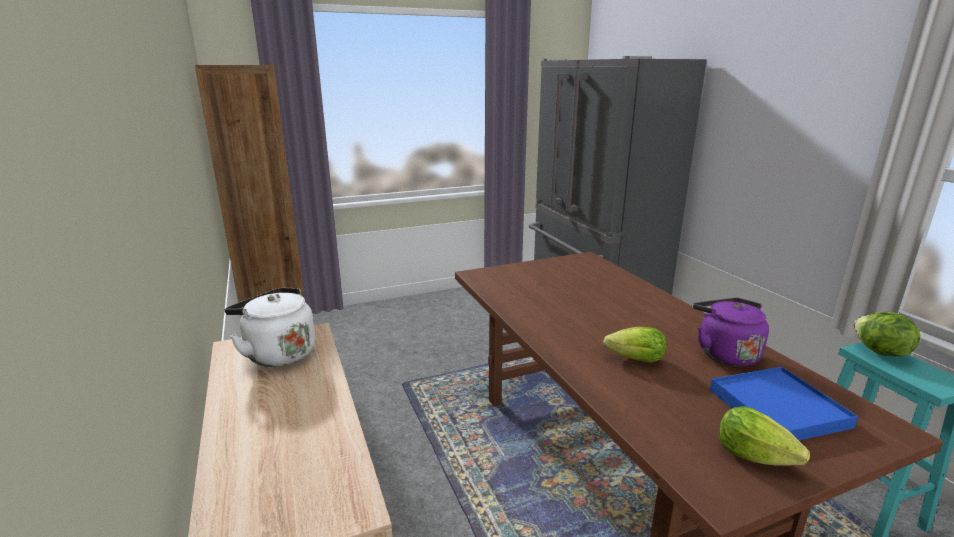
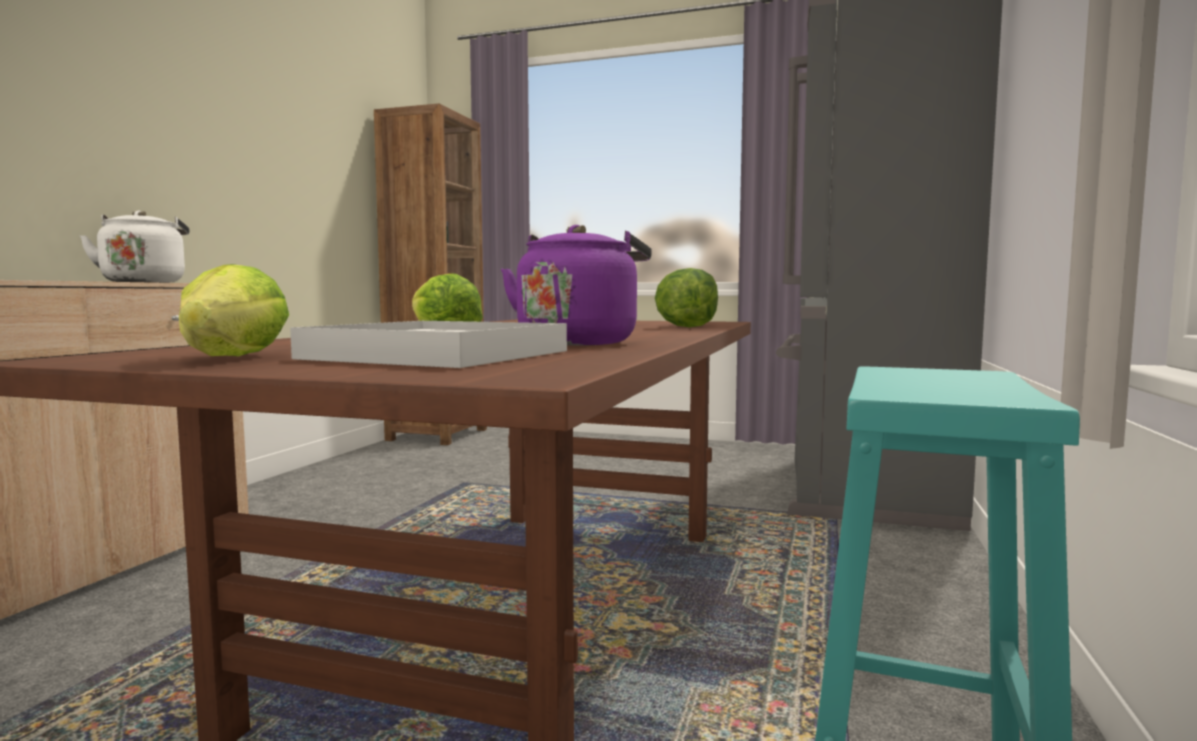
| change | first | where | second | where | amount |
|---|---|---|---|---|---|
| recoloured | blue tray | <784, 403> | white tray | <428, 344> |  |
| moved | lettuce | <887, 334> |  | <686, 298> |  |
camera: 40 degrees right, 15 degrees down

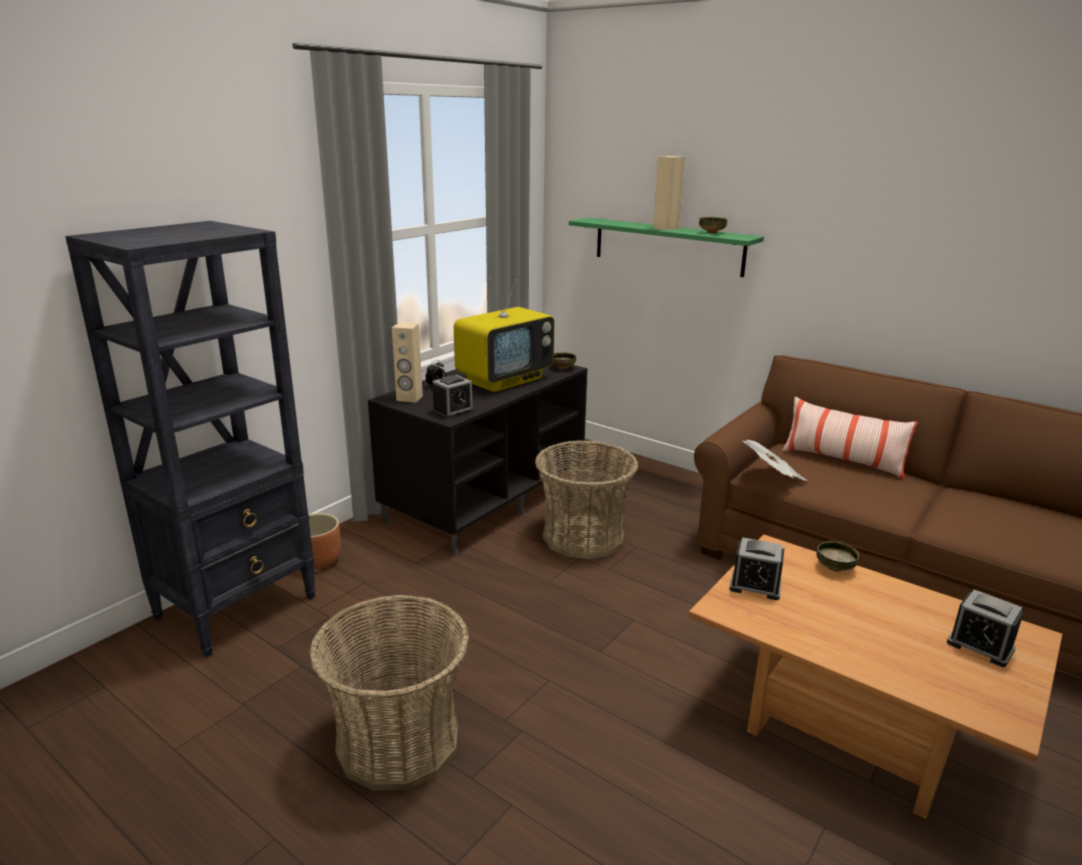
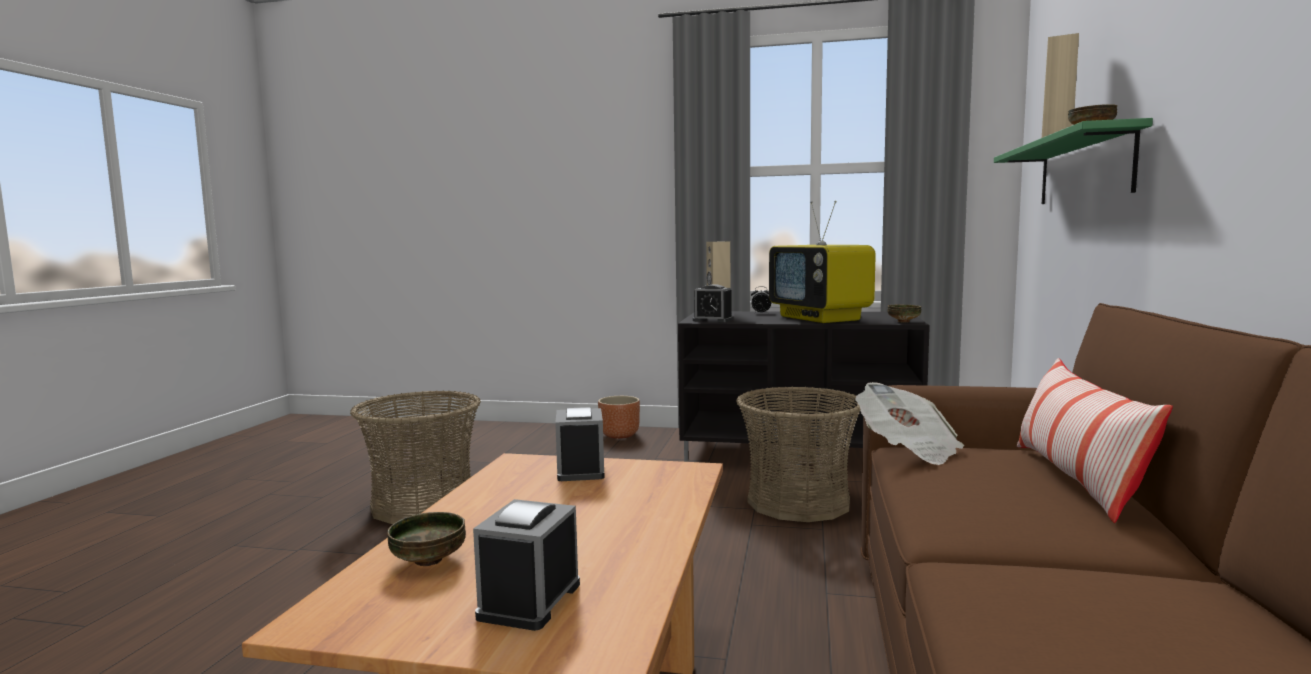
| change | first | where | second | where | amount |
|---|---|---|---|---|---|
| moved | bowl | <837, 556> |  | <426, 539> |  |
| turned | television | <504, 333> |  | <822, 262> | 45 degrees clockwise |
| removed | black bookcase | <190, 439> |  |  |  |
camera: 65 degrees right, 15 degrees down

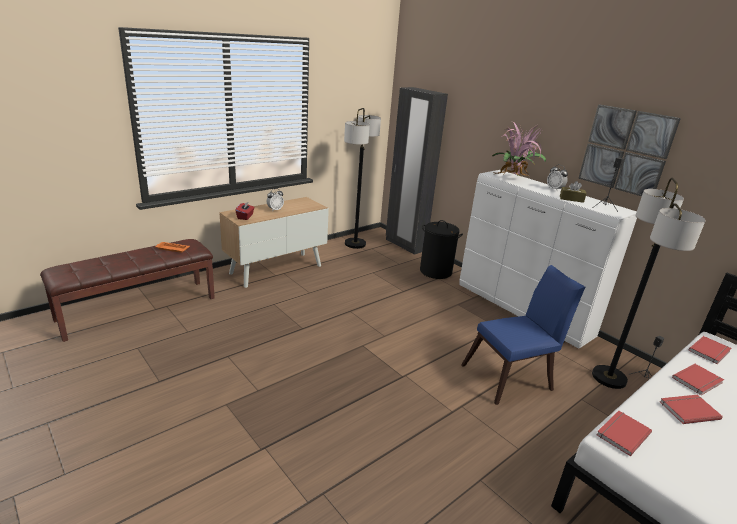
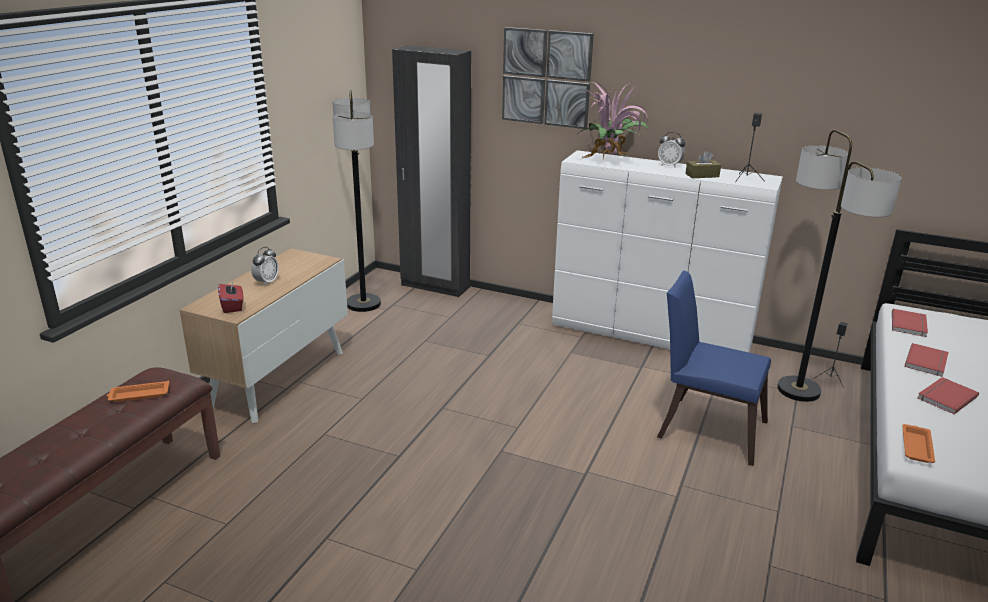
| change | first | where | second | where | amount |
|---|---|---|---|---|---|
| moved | picture | <629, 150> |  | <548, 78> |  |
| turned | blue chair | <523, 335> |  | <714, 368> | 105 degrees counterclockwise |
| replaced | red book | <624, 433> | orange tray | <918, 443> |  |
| removed | black laundry basket | <441, 249> |  |  |  |
camera: 25 degrees left, 0 degrees up

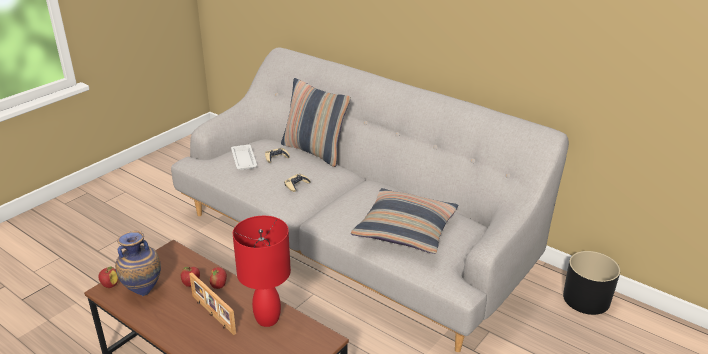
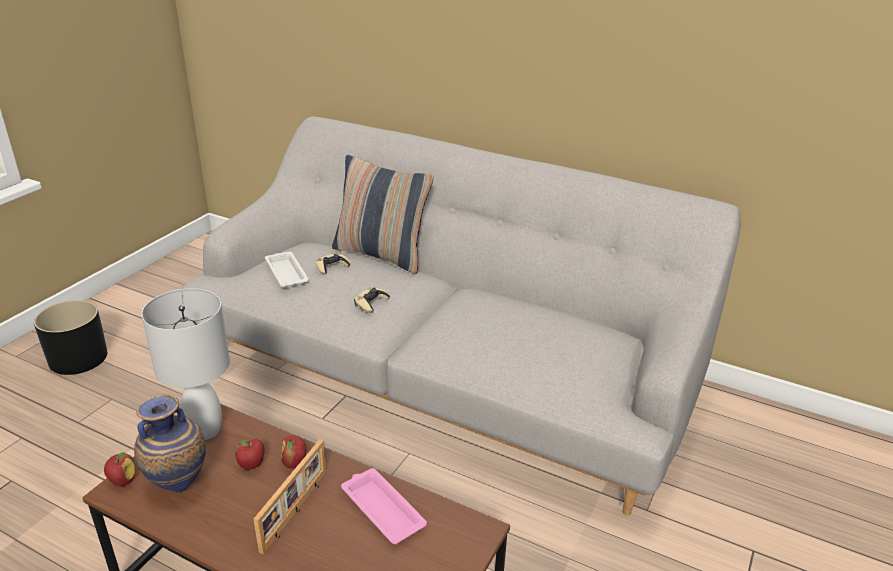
| change | first | where | second | where | amount |
|---|---|---|---|---|---|
| moved | black planter | <591, 283> |  | <70, 337> |  |
| added |  |  | white table lamp | <186, 364> |  |
| turned | picture frame | <212, 304> |  | <290, 496> | 105 degrees counterclockwise |
| replaced | red table lamp | <262, 271> | pink tray | <384, 506> |  |
| removed | pillow | <404, 221> |  |  |  |
camera: 10 degrees left, 0 degrees up

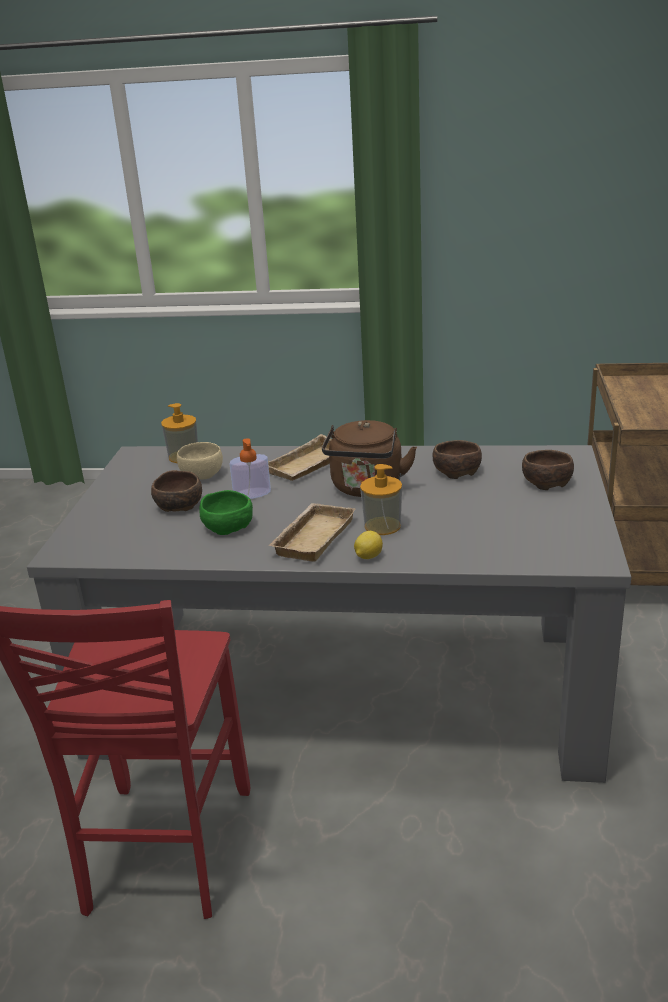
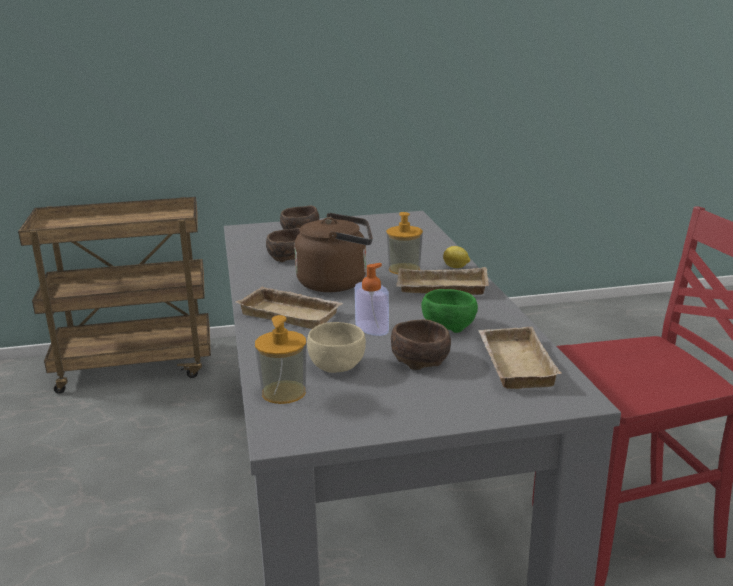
| change | first | where | second | where | amount |
|---|---|---|---|---|---|
| added |  |  | beige tray | <520, 358> |  |
camera: 110 degrees left, 5 degrees down

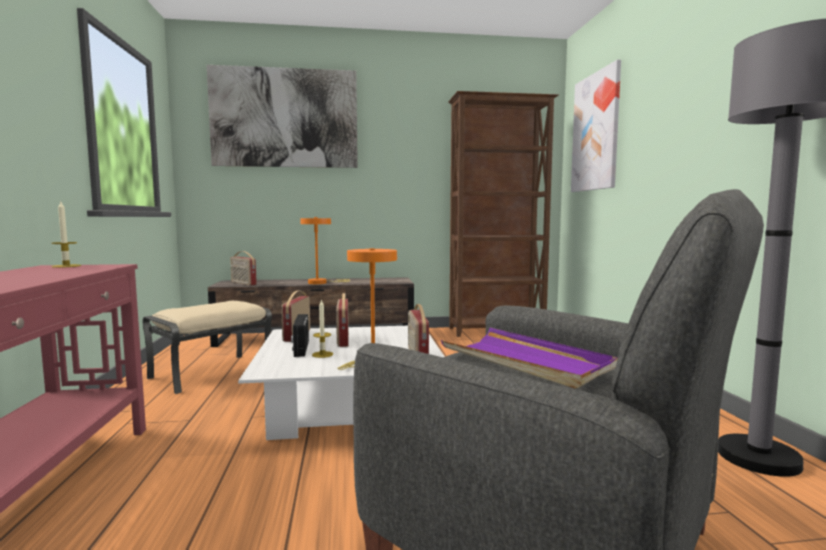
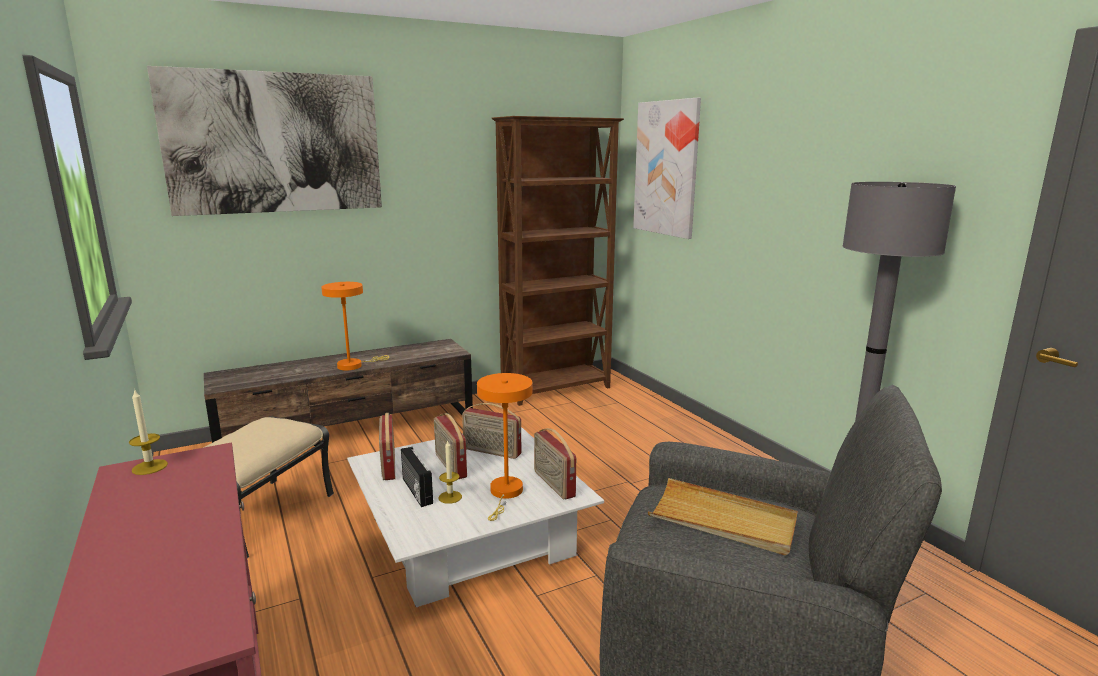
| change | first | where | second | where | amount |
|---|---|---|---|---|---|
| moved | radio | <243, 268> |  | <491, 431> |  |
| recoloured | purple tray | <529, 358> | beige tray | <723, 516> |  |
camera: 20 degrees left, 10 degrees up

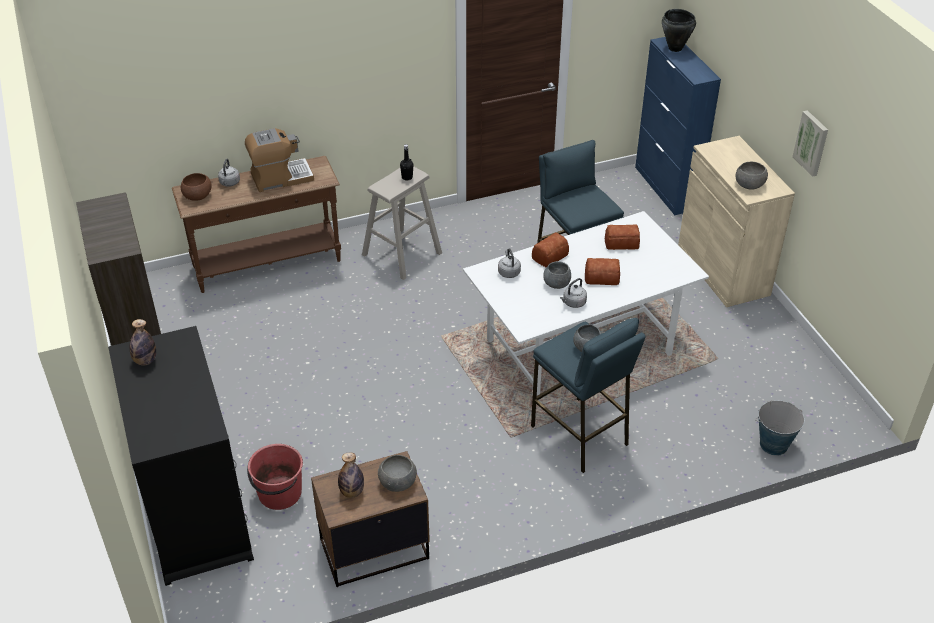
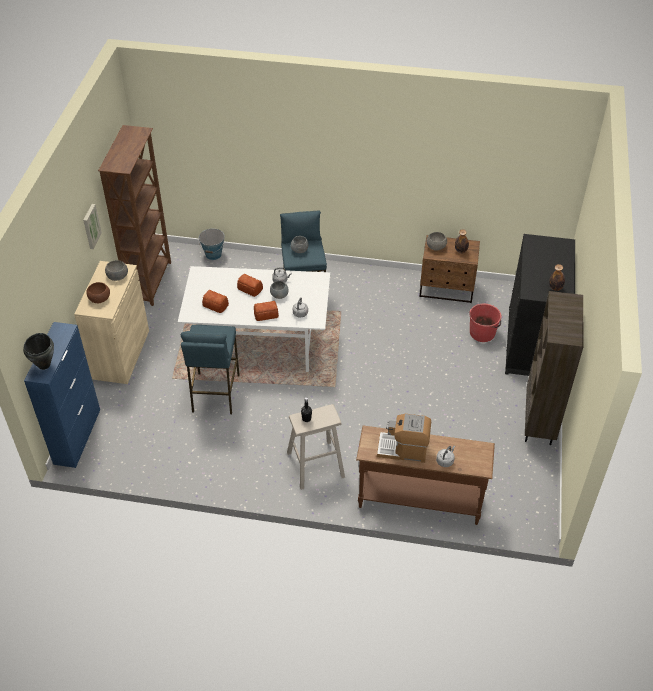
| change | first | where | second | where | amount |
|---|---|---|---|---|---|
| moved | brown bowl | <196, 187> |  | <98, 292> |  |
| added |  |  | brown bookcase | <134, 215> |  |
camera: 150 degrees left, 5 degrees up

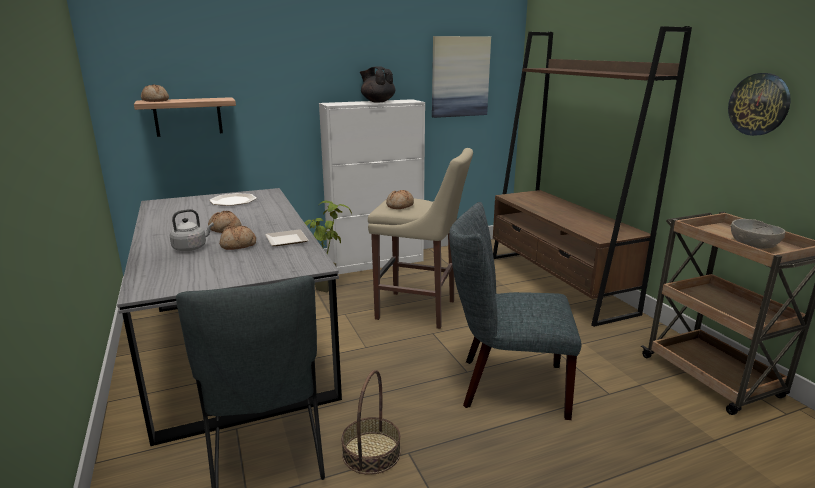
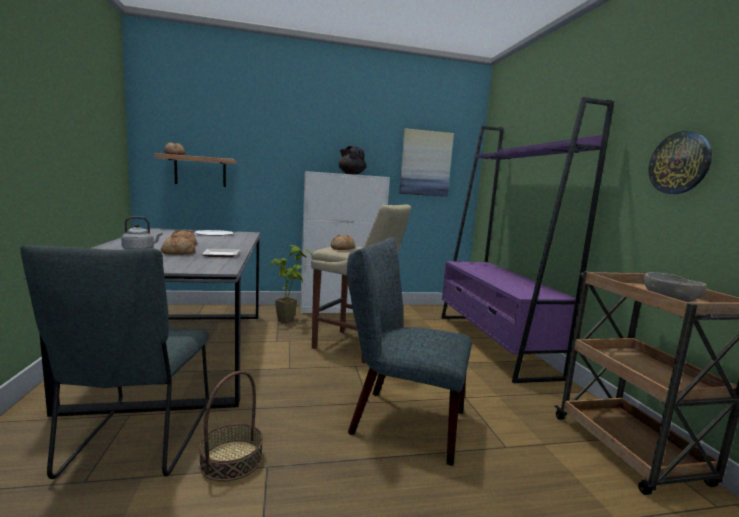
| change | first | where | second | where | amount |
|---|---|---|---|---|---|
| recoloured | brown bookcase | <592, 176> | purple bookcase | <527, 240> |  |
camera: 10 degrees right, 10 degrees down

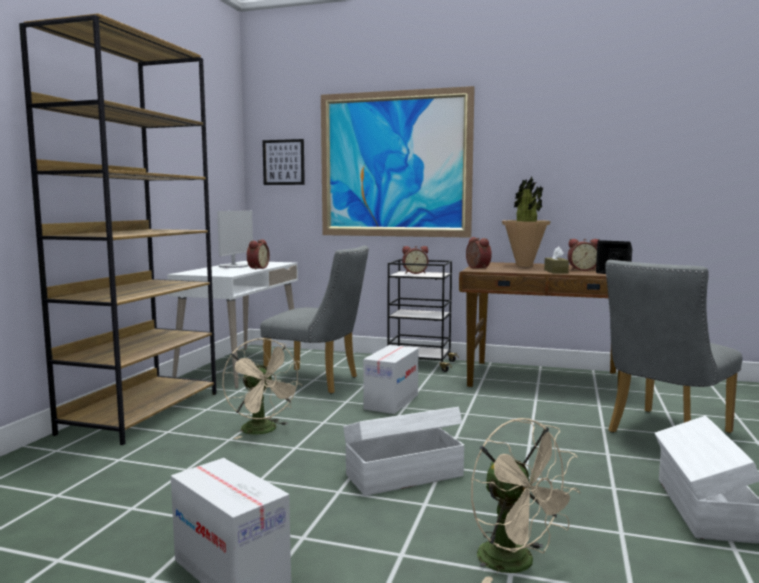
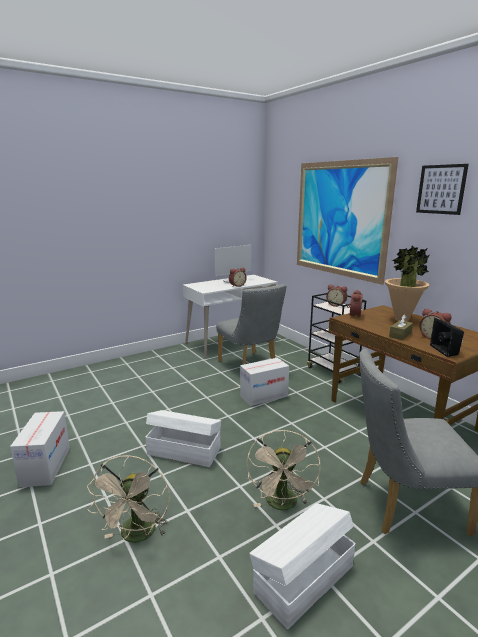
| change | first | where | second | where | amount |
|---|---|---|---|---|---|
| moved | beige fan | <262, 388> |  | <283, 470> |  |
| moved | picture | <283, 162> |  | <442, 189> |  |
| removed | brown bookcase | <118, 229> |  |  |  |
camera: 40 degrees right, 10 degrees up

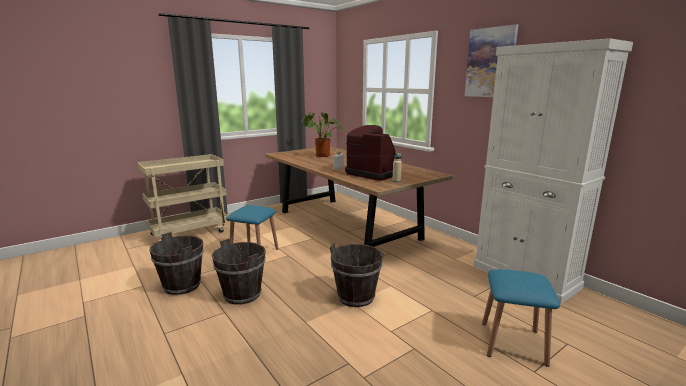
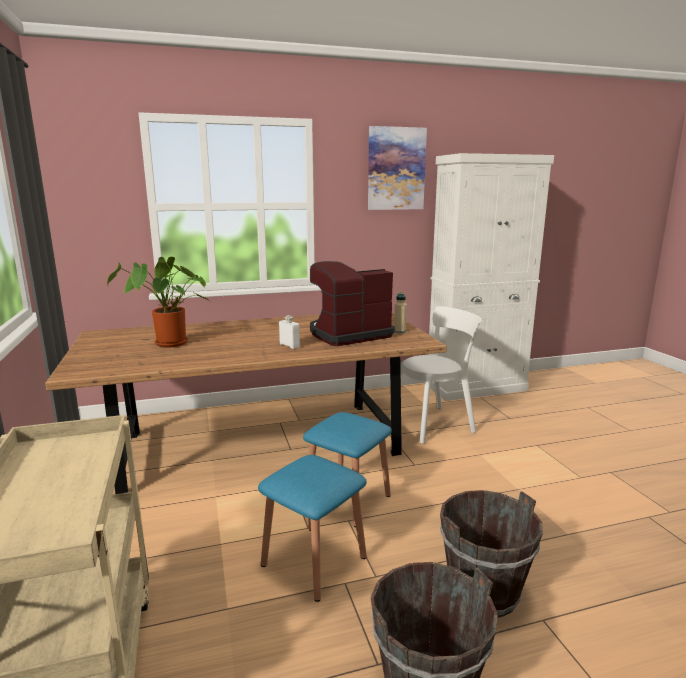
| change | first | where | second | where | amount |
|---|---|---|---|---|---|
| moved | blue stool | <521, 318> |  | <347, 469> |  |
| added |  |  | white chair | <436, 375> |  |
| removed | brown bucket | <357, 275> |  |  |  |
camera: 70 degrees left, 0 degrees up

